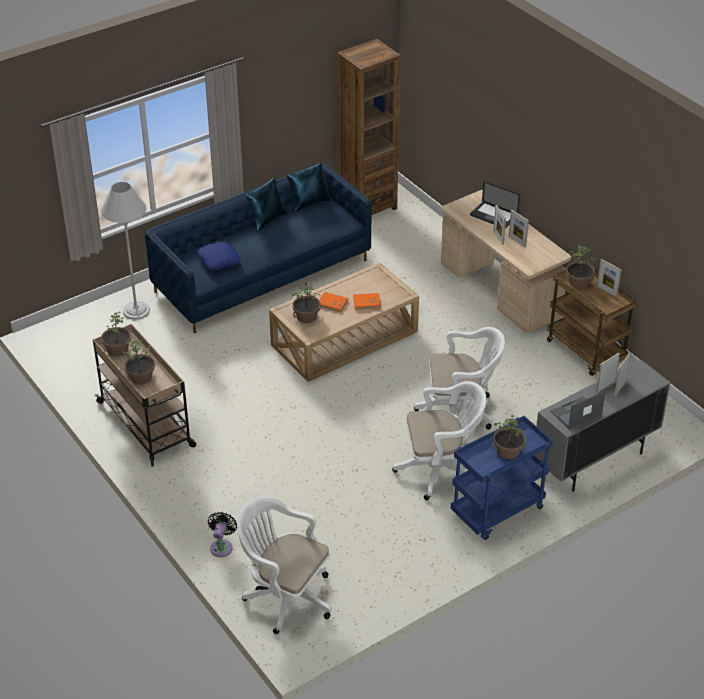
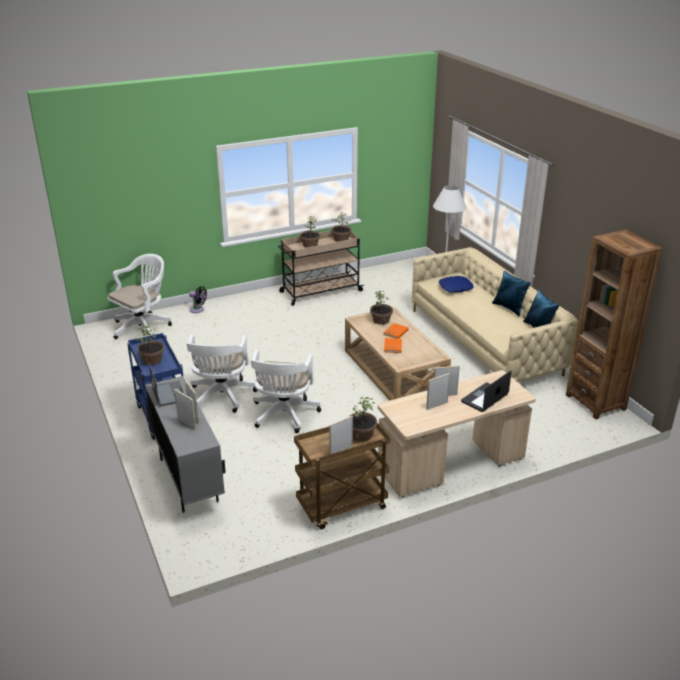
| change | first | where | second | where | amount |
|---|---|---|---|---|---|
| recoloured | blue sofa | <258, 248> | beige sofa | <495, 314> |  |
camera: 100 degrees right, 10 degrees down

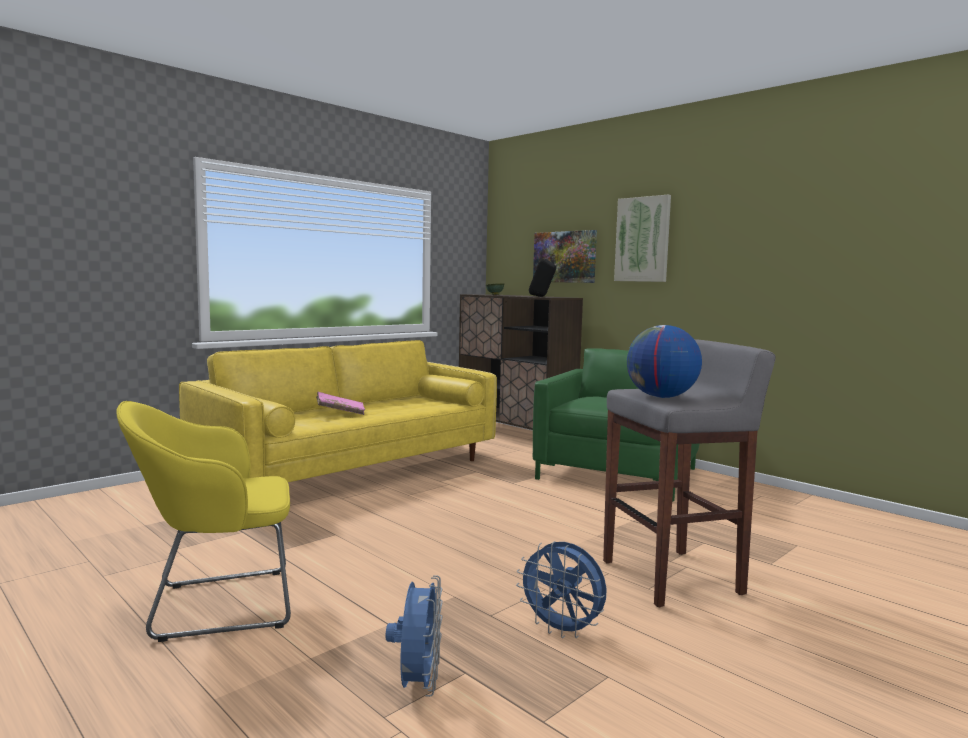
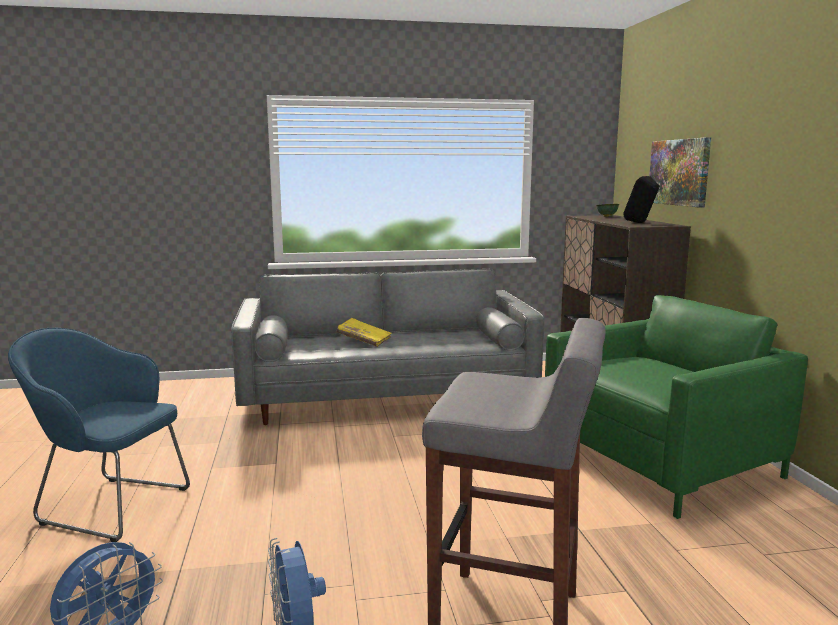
| change | first | where | second | where | amount |
|---|---|---|---|---|---|
| recoloured | yellow armchair | <203, 521> | blue armchair | <99, 435> |  |
| recoloured | yellow sofa | <338, 411> | grey sofa | <387, 347> |  |
| recoloured | pink book | <340, 403> | yellow book | <364, 332> |  |
| removed | picture | <642, 238> |  |  |  |
| removed | globe | <664, 361> |  |  |  |
camera: 35 degrees right, 5 degrees up

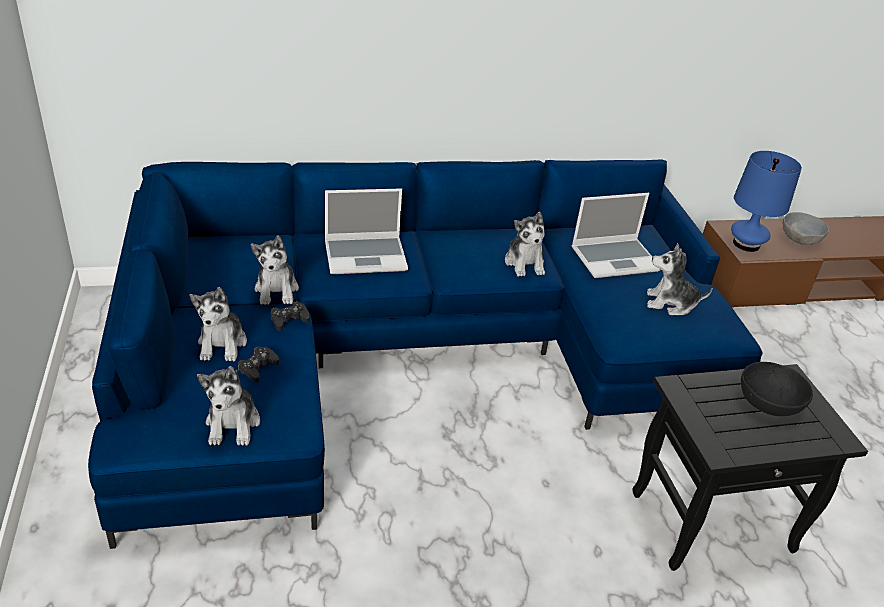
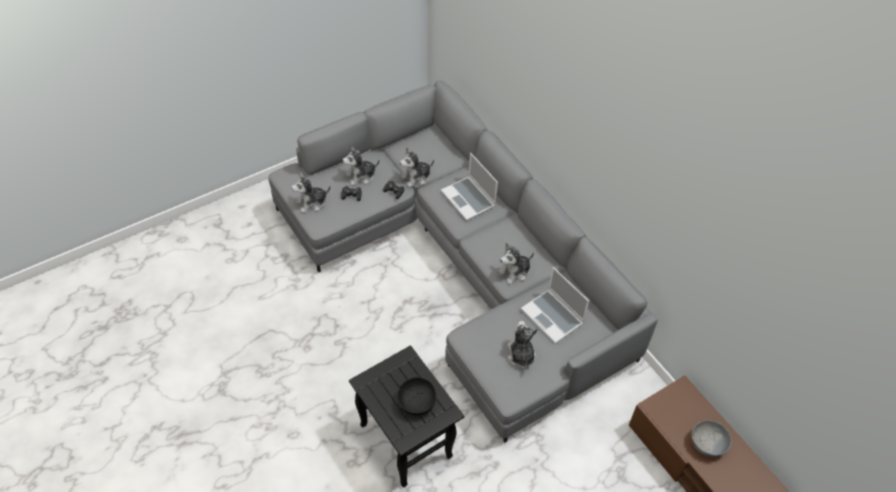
| change | first | where | second | where | amount |
|---|---|---|---|---|---|
| recoloured | blue sofa | <425, 354> | grey sofa | <463, 261> |  |
| removed | blue table lamp | <766, 201> |  |  |  |
camera: 70 degrees right, 15 degrees up

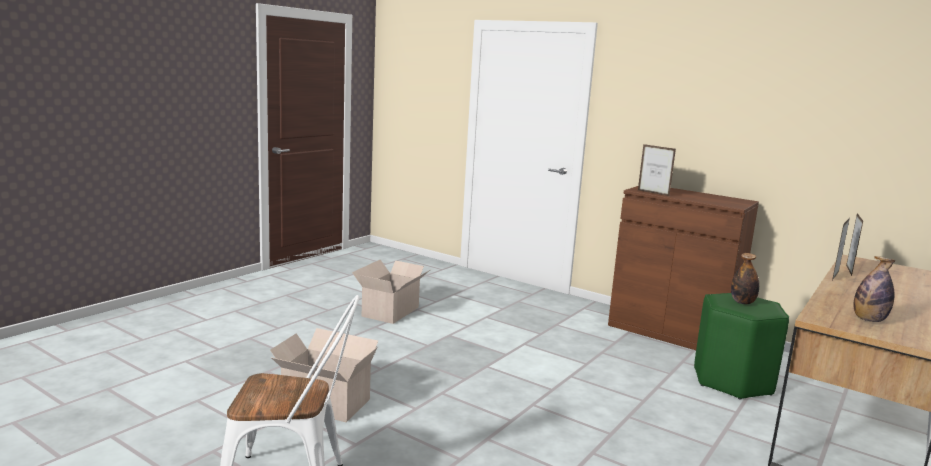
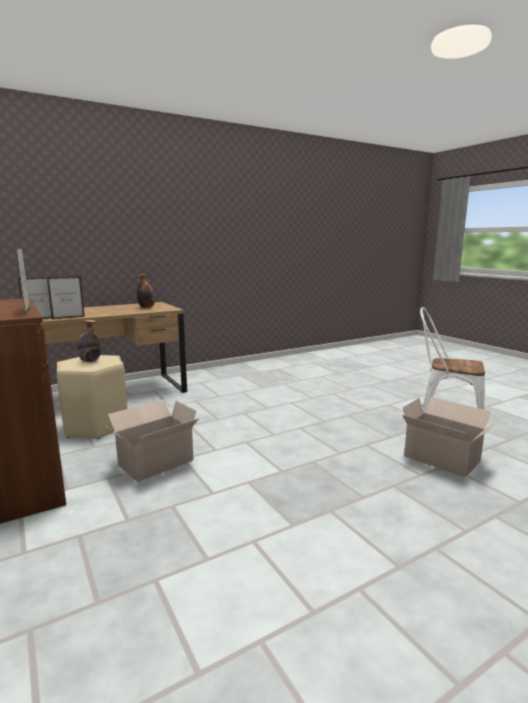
| change | first | where | second | where | amount |
|---|---|---|---|---|---|
| recoloured | green stool | <741, 346> | beige stool | <92, 397> |  |
| moved | cardboard box | <391, 292> |  | <151, 440> |  |
camera: 155 degrees left, 0 degrees up

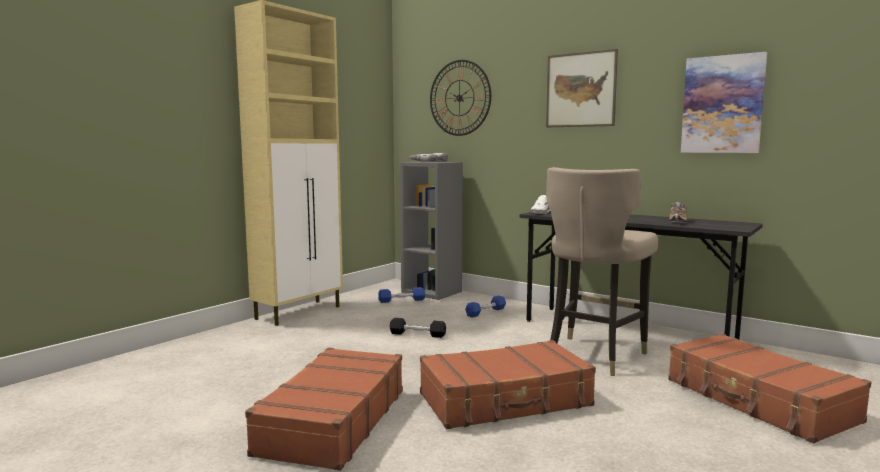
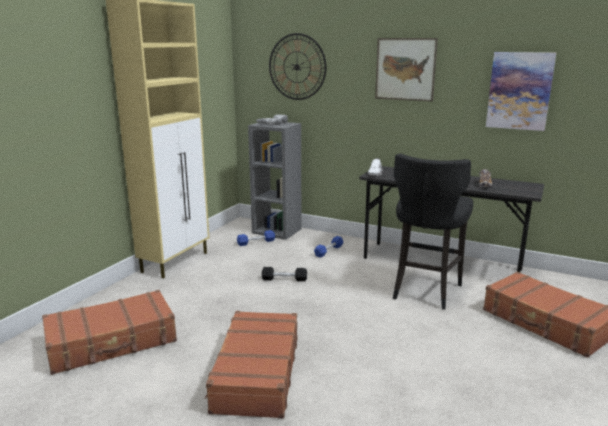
| change | first | where | second | where | amount |
|---|---|---|---|---|---|
| moved | brown suitcase | <508, 384> |  | <109, 332> |  |
| recoloured | beige stool | <602, 271> | black stool | <433, 231> |  |
camera: 10 degrees left, 10 degrees up

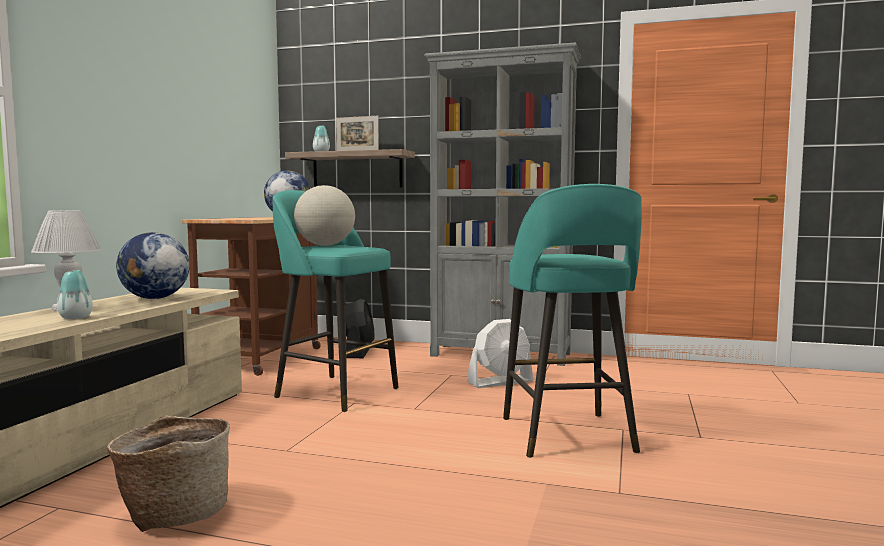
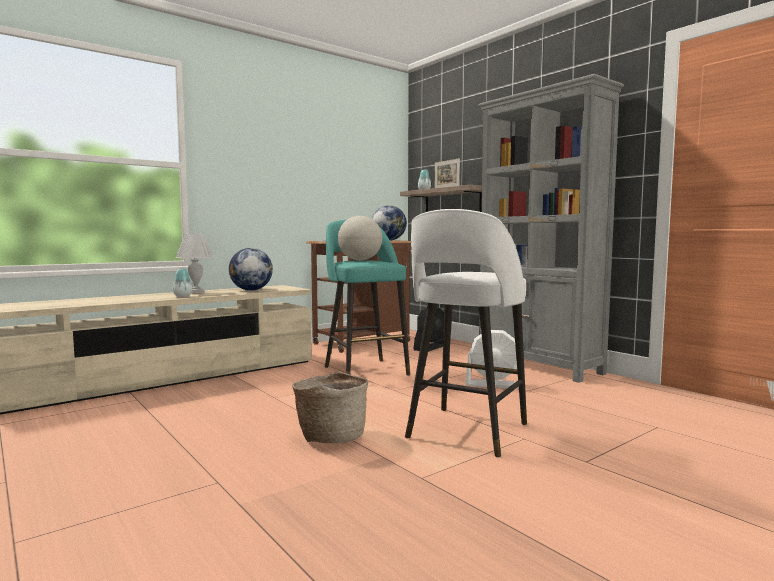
| change | first | where | second | where | amount |
|---|---|---|---|---|---|
| moved | basket | <168, 473> |  | <330, 407> |  |
| recoloured | turquoise stool | <572, 321> | white stool | <466, 333> |  |
camera: 35 degrees right, 0 degrees up

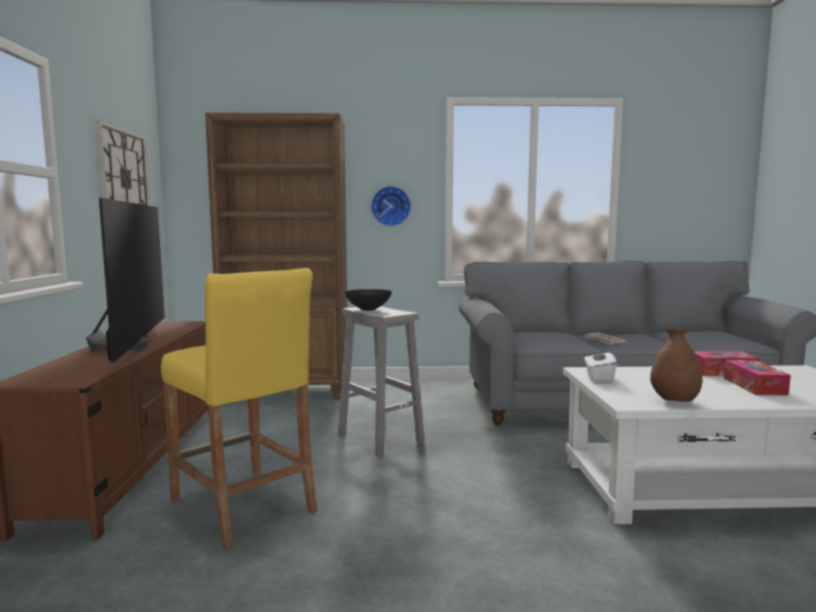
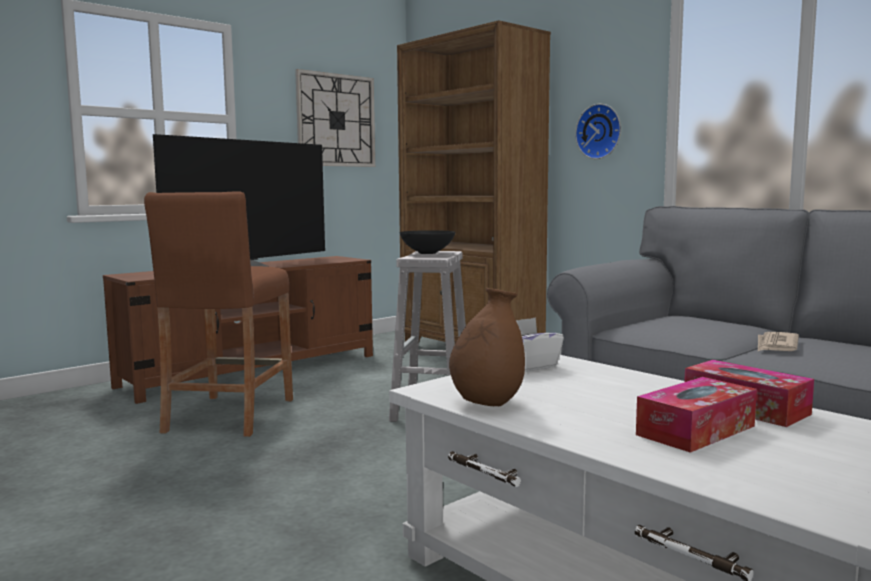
| change | first | where | second | where | amount |
|---|---|---|---|---|---|
| recoloured | yellow stool | <239, 408> | brown stool | <218, 314> |  |
camera: 50 degrees right, 0 degrees up

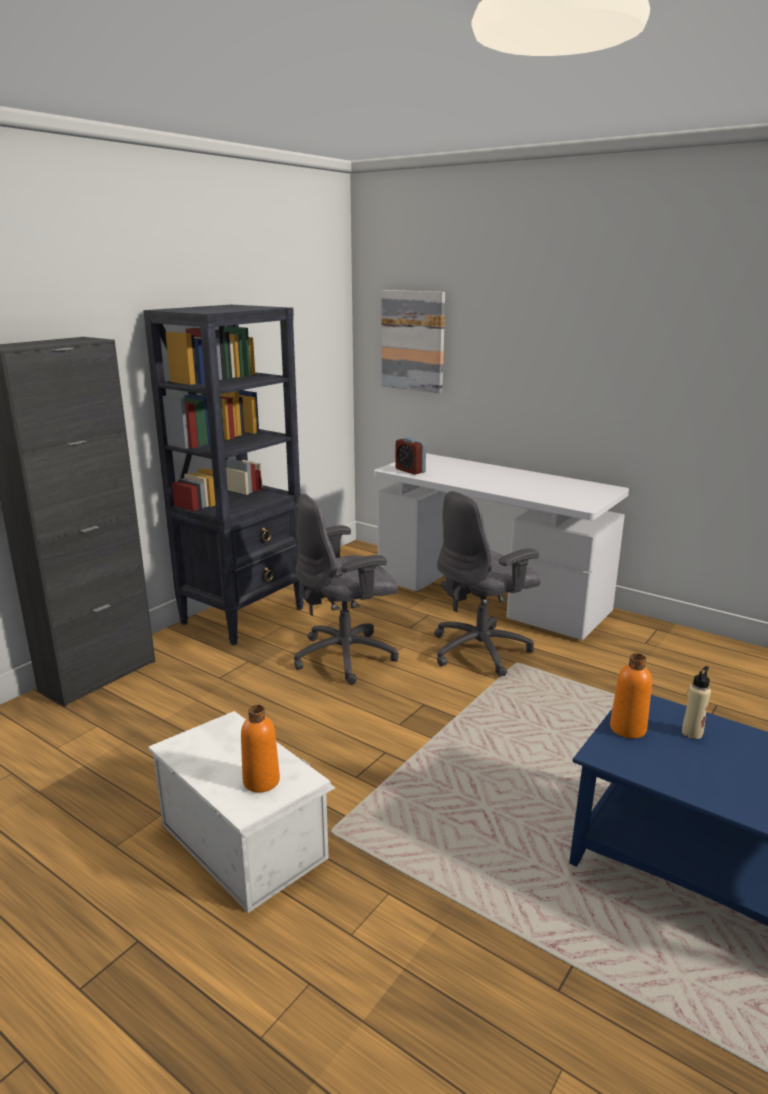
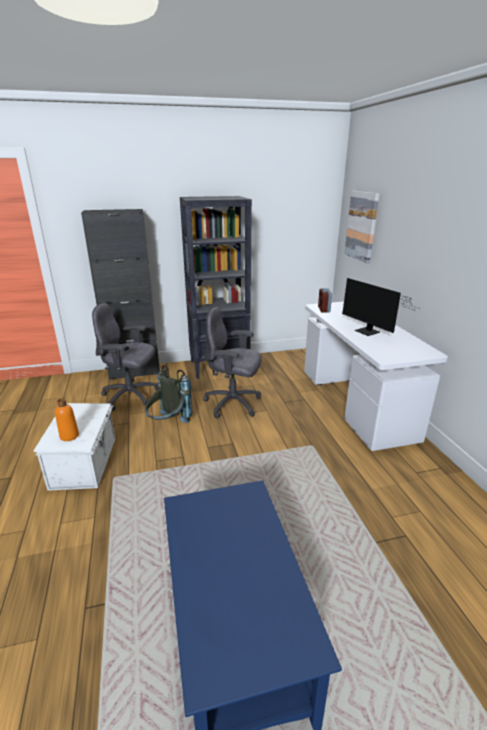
| change | first | where | second | where | amount |
|---|---|---|---|---|---|
| moved | grey office chair | <487, 584> |  | <125, 357> |  |
| added |  |  | grey backpack | <169, 394> |  |
| added |  |  | monitor | <380, 307> |  |
| removed | orange bottle | <631, 696> |  |  |  |
| removed | beige bottle | <696, 702> |  |  |  |
camera: 40 degrees right, 5 degrees up

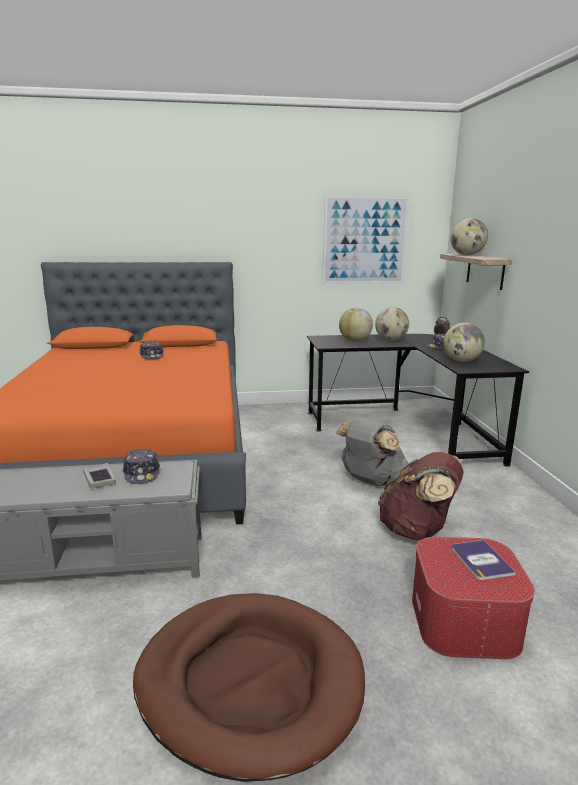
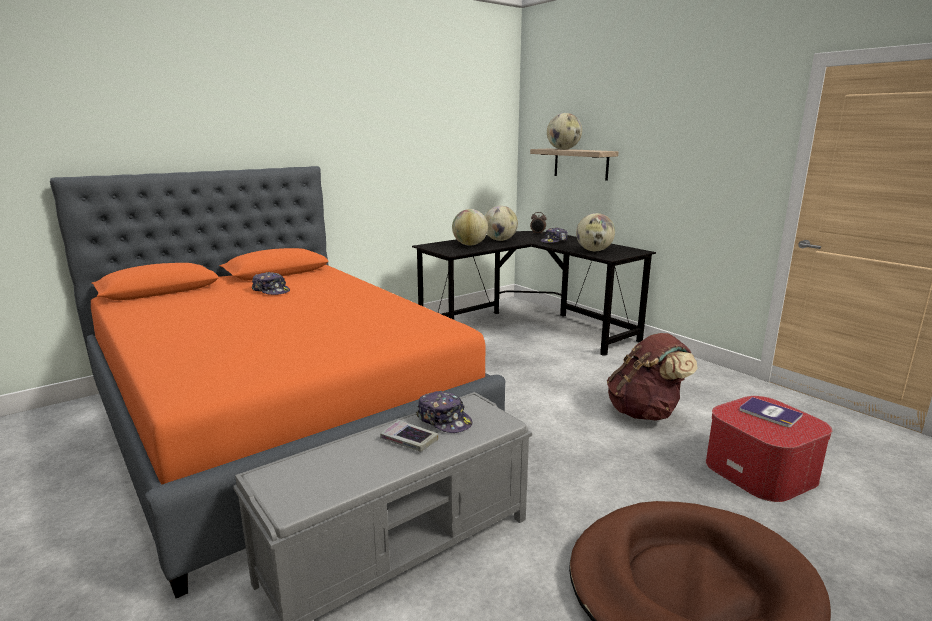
| change | first | where | second | where | amount |
|---|---|---|---|---|---|
| removed | picture | <366, 239> |  |  |  |
| removed | grey backpack | <372, 451> |  |  |  |
camera: 30 degrees left, 0 degrees up

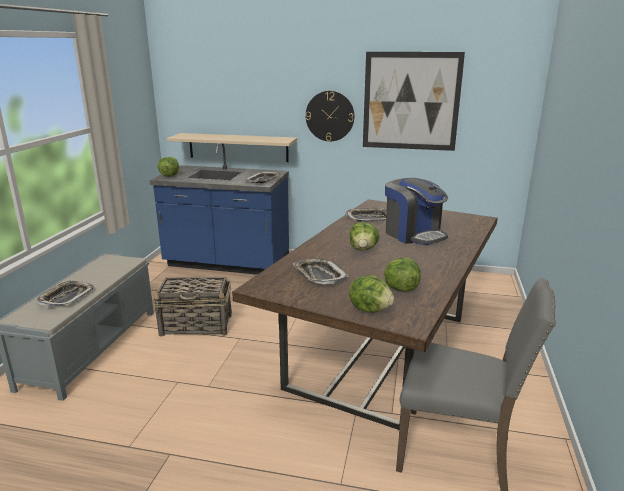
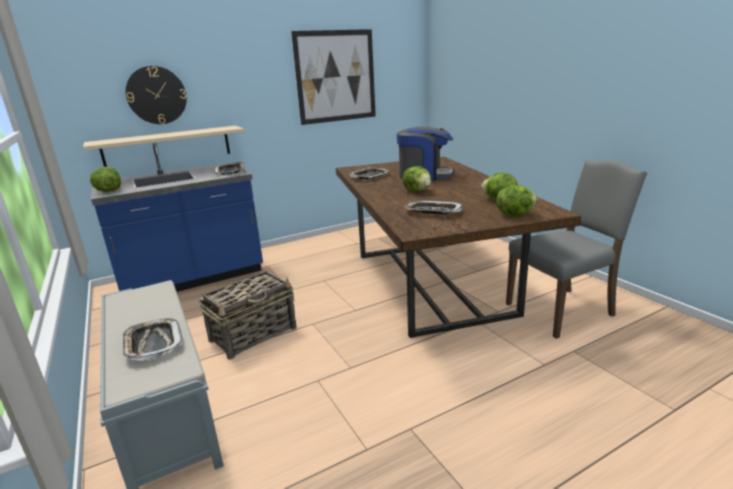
| change | first | where | second | where | amount |
|---|---|---|---|---|---|
| moved | wall clock | <330, 116> |  | <156, 95> |  |
camera: 40 degrees left, 0 degrees up

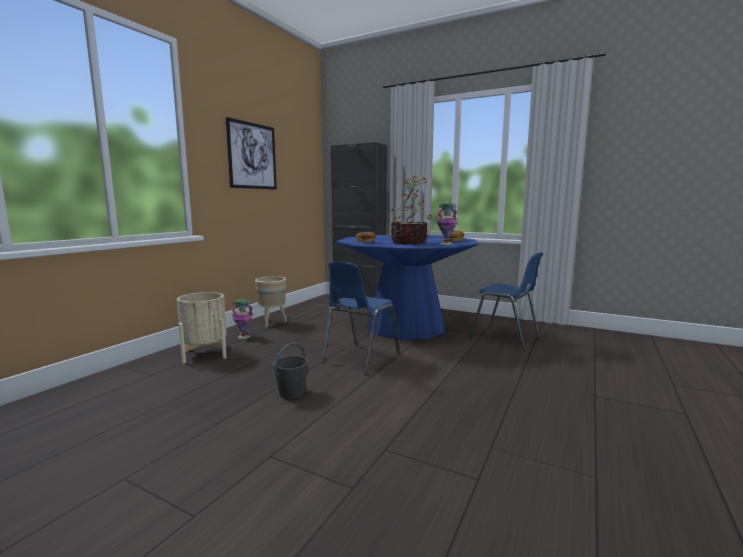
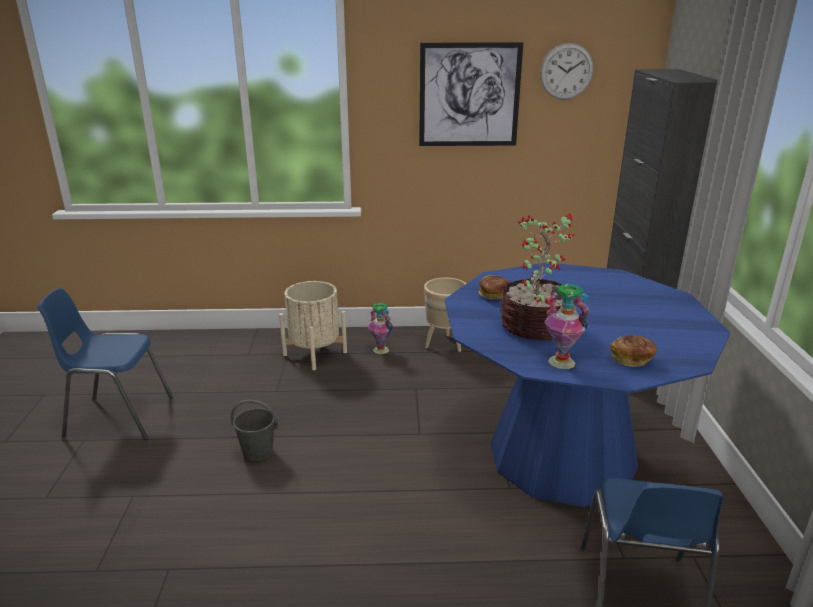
| change | first | where | second | where | amount |
|---|---|---|---|---|---|
| moved | blue chair | <360, 318> |  | <105, 364> |  |
| added |  |  | wall clock | <567, 71> |  |
camera: 60 degrees right, 15 degrees up

